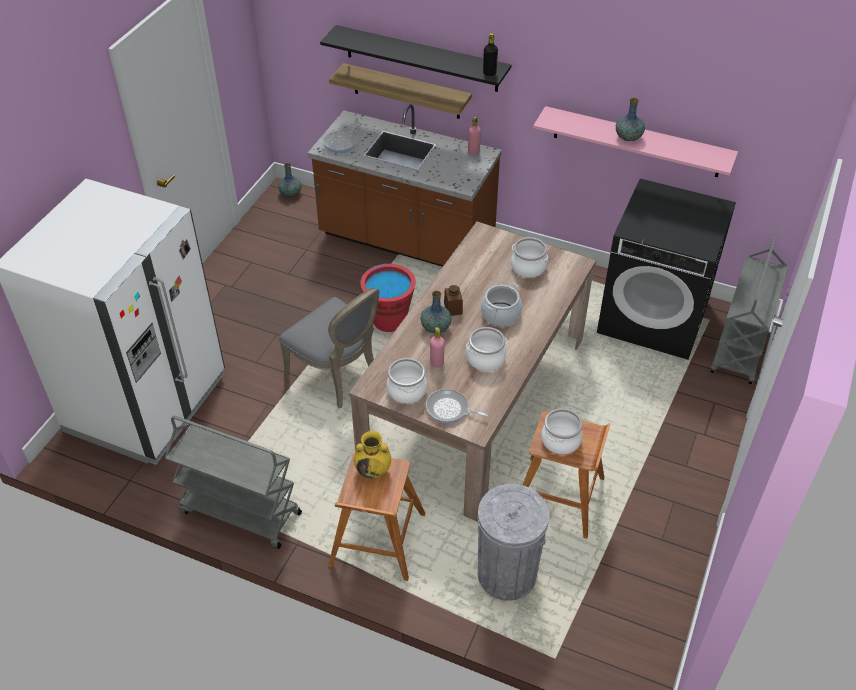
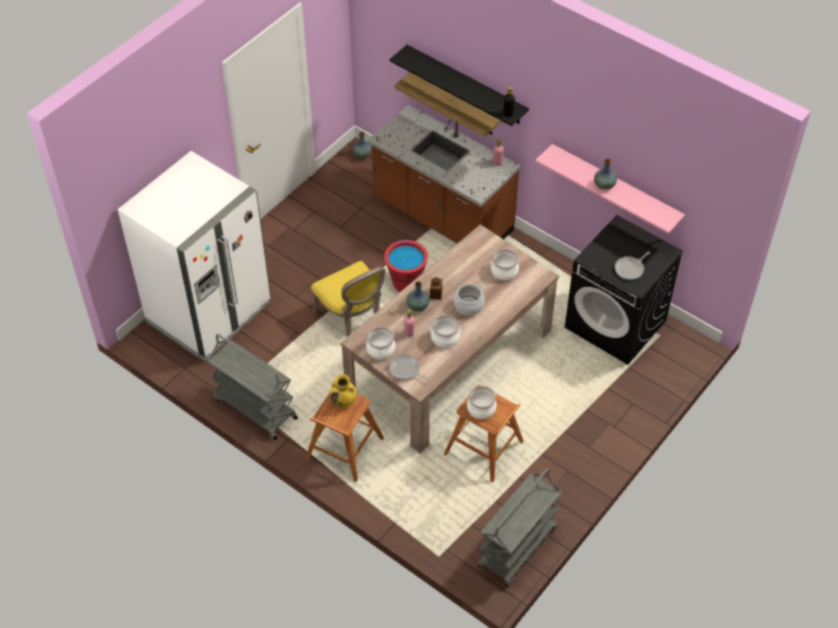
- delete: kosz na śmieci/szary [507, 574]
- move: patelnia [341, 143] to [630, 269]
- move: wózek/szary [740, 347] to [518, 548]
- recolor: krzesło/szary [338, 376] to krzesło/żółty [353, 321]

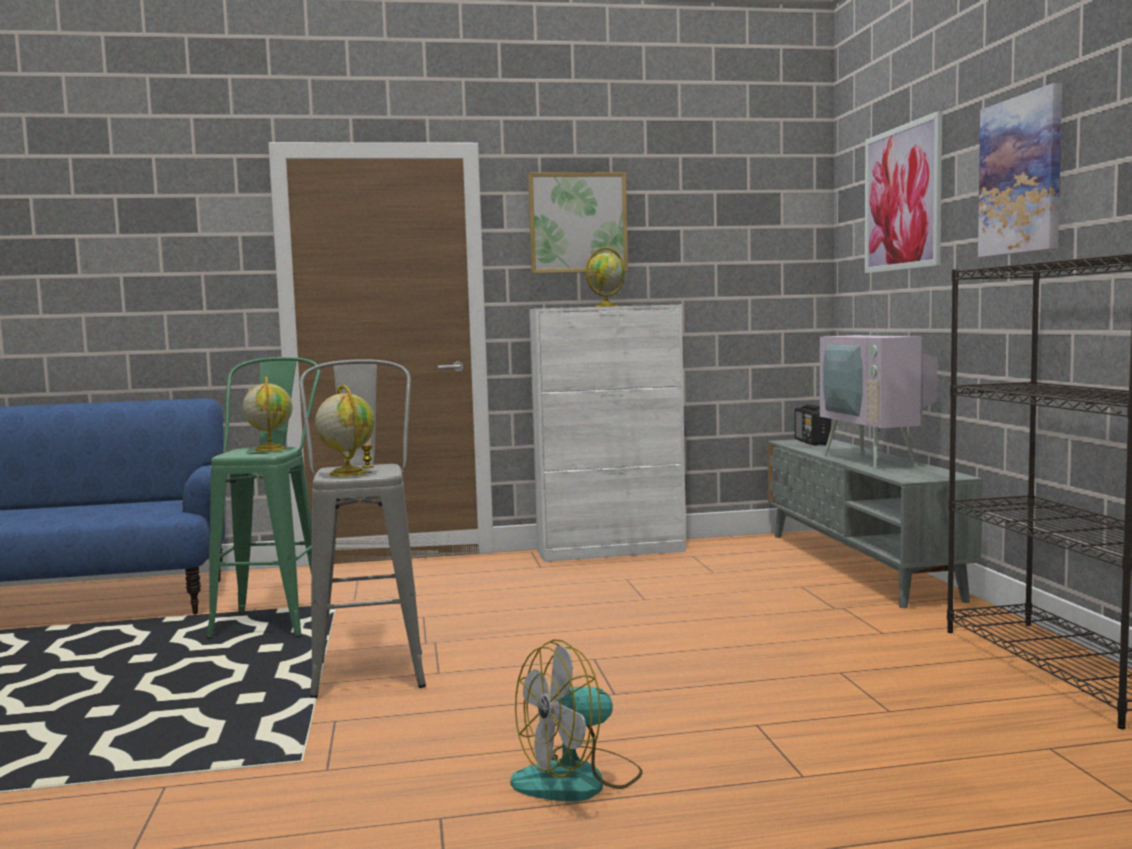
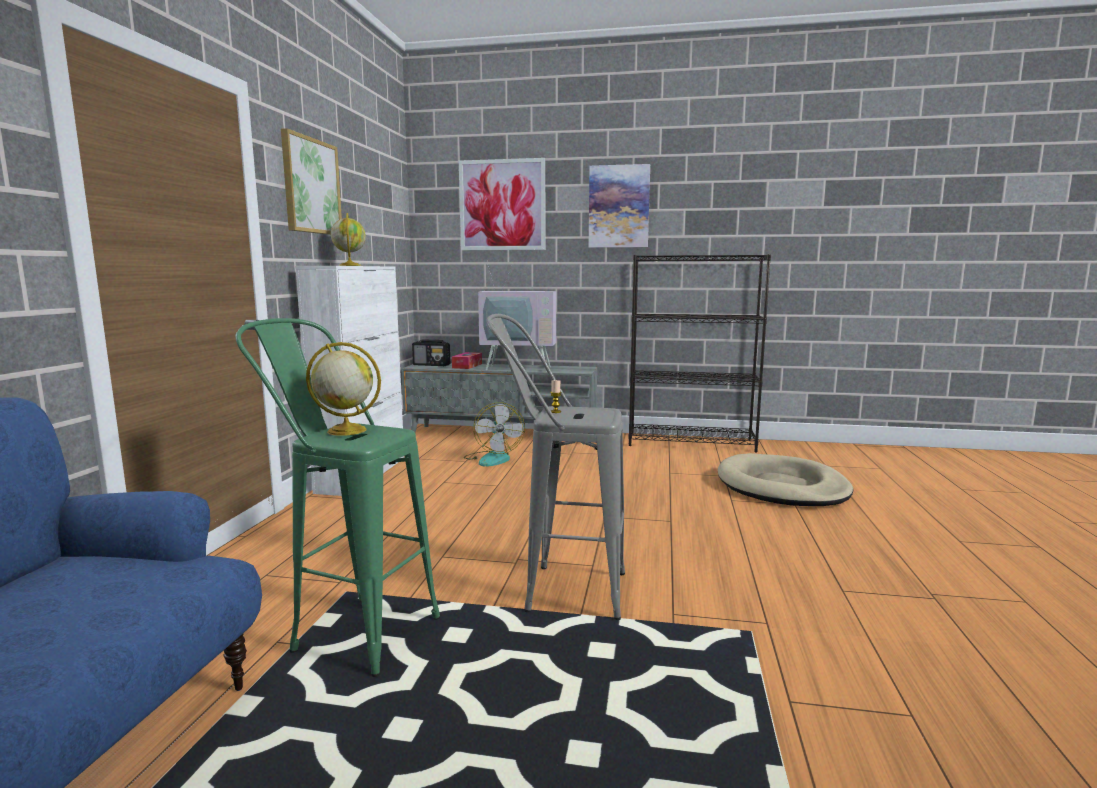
- delete: globus [347, 473]
- insert: pudełko chusteczek [467, 366]
- insert: legowisko/beżowy [781, 487]
- move: wentylator [578, 779] to [493, 458]

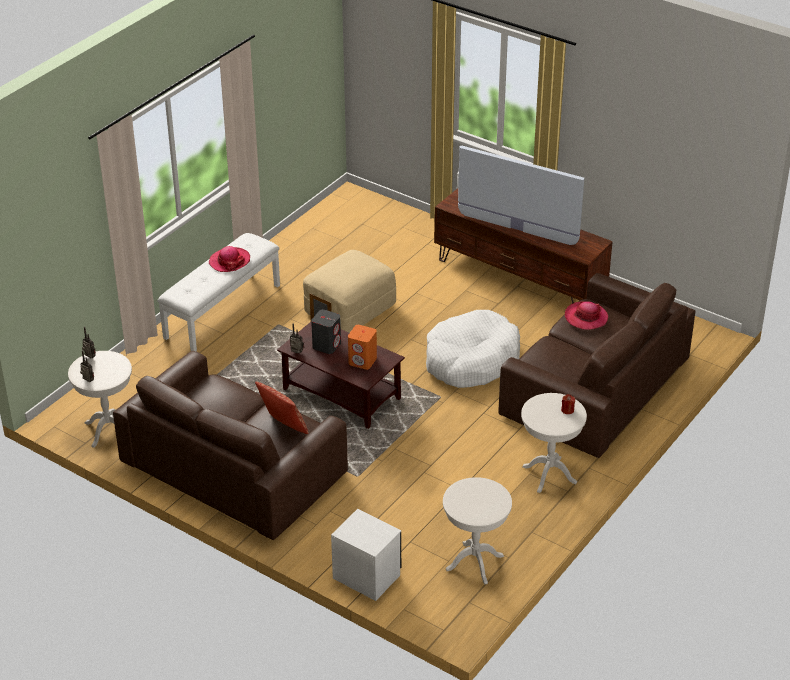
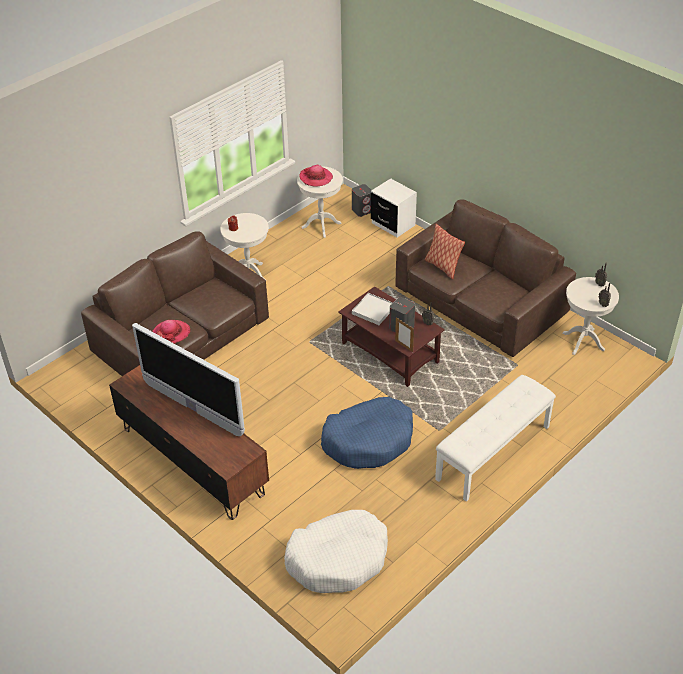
- insert: głośnik/szary [362, 210]
- move: kapelusz [229, 261] to [316, 178]
- move: legowisko/biały [471, 360] to [338, 558]
- replace: pufa/beżowy [350, 309] to legowisko/niebieski [368, 440]
- replace: głośnik/pomarańczowy [363, 361] to taca/biały [373, 310]

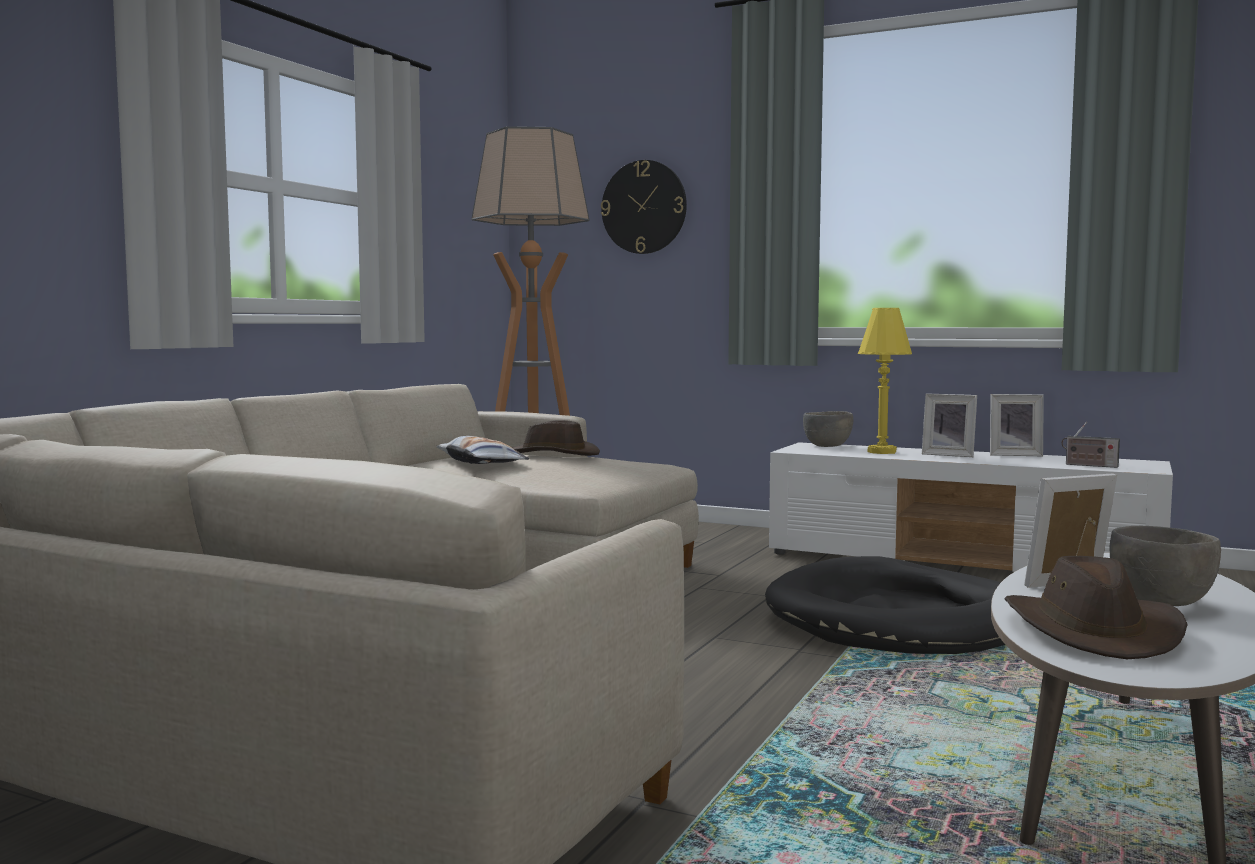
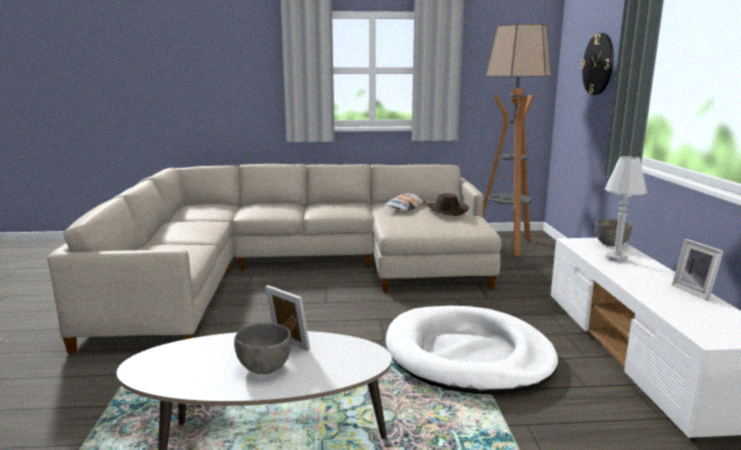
- delete: ramka na zdjęcie [949, 455]
- delete: kapelusz/brązowy [1094, 632]
- delete: radio [1088, 465]
- recolor: legowisko/czarny [902, 620] to legowisko/biały [468, 355]
- recolor: lampa stołowa/żółty [882, 452] to lampa stołowa/biały [616, 258]

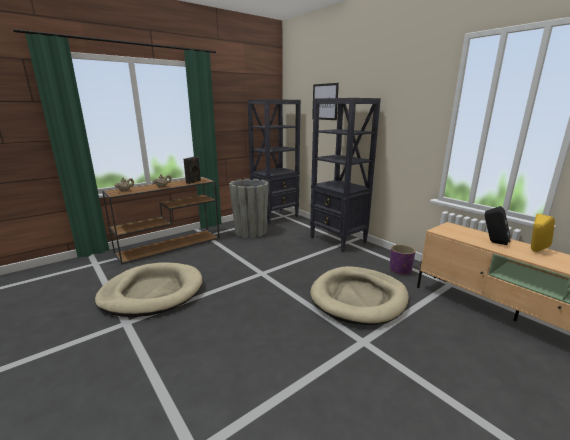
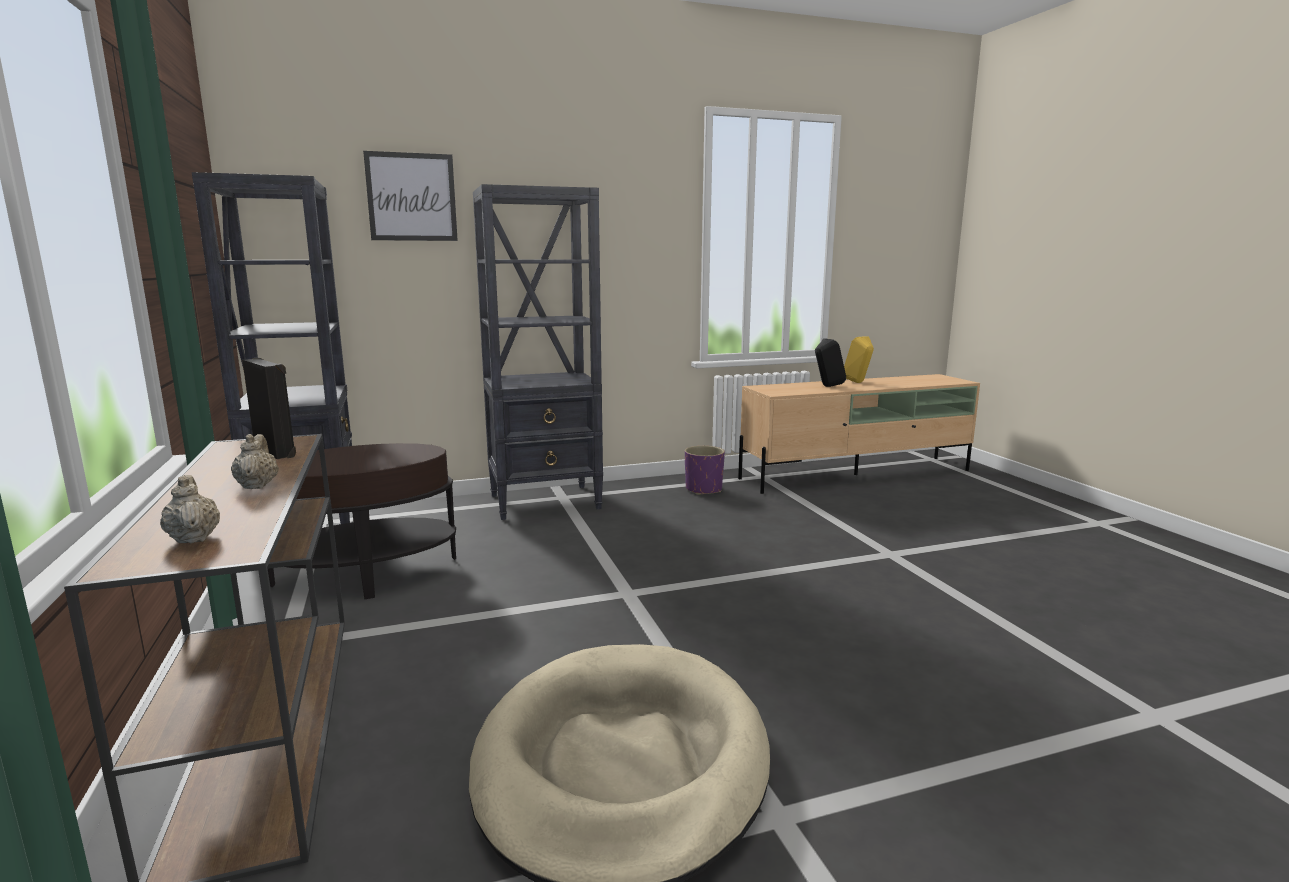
- delete: legowisko/beżowy [358, 298]
- replace: donica/szary [250, 232] to stolik/brązowy [367, 575]

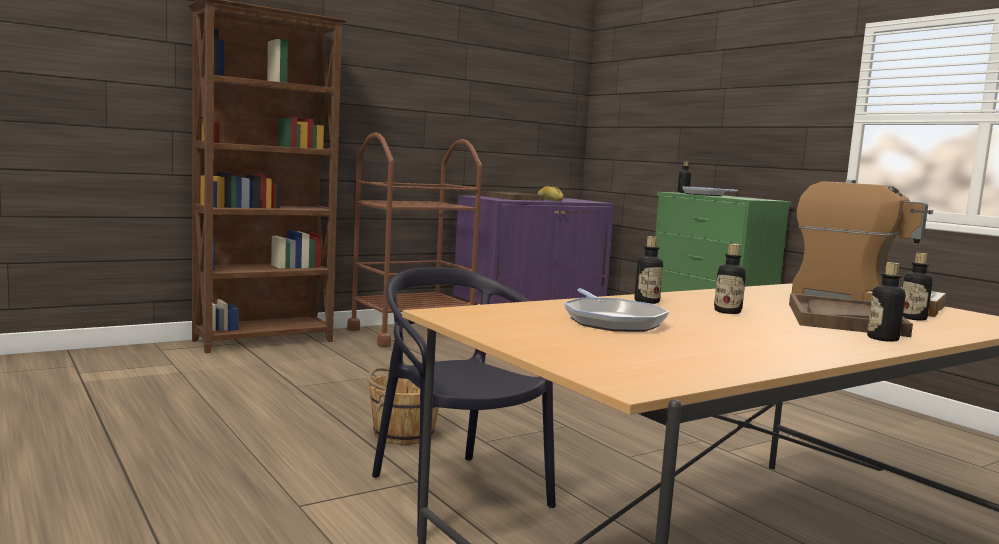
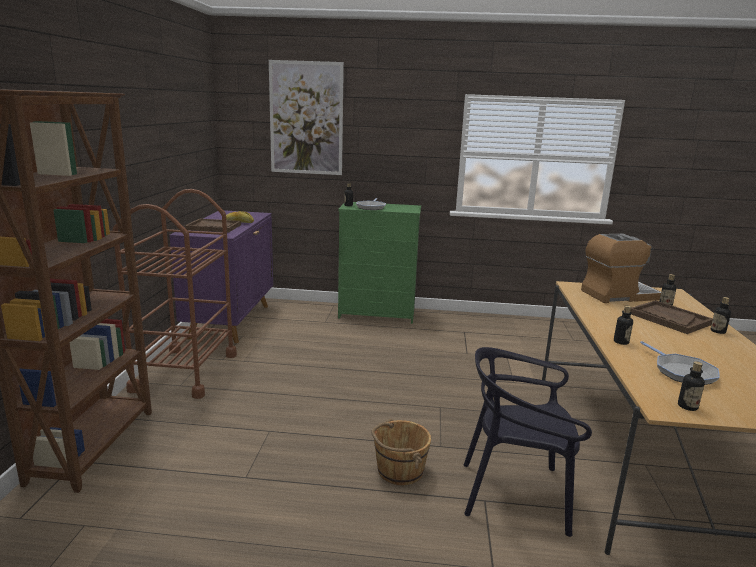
- insert: obraz [306, 118]
- move: butelka [727, 312] to [687, 406]
- rotate: patelnia [611, 321] = [682, 372] 45 degrees clockwise

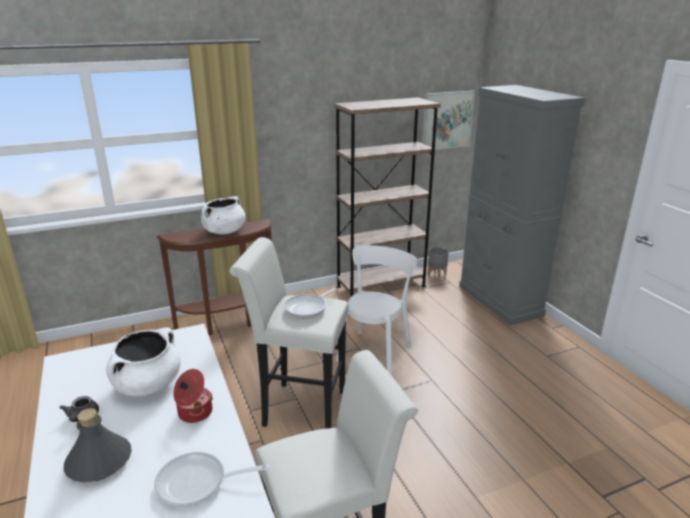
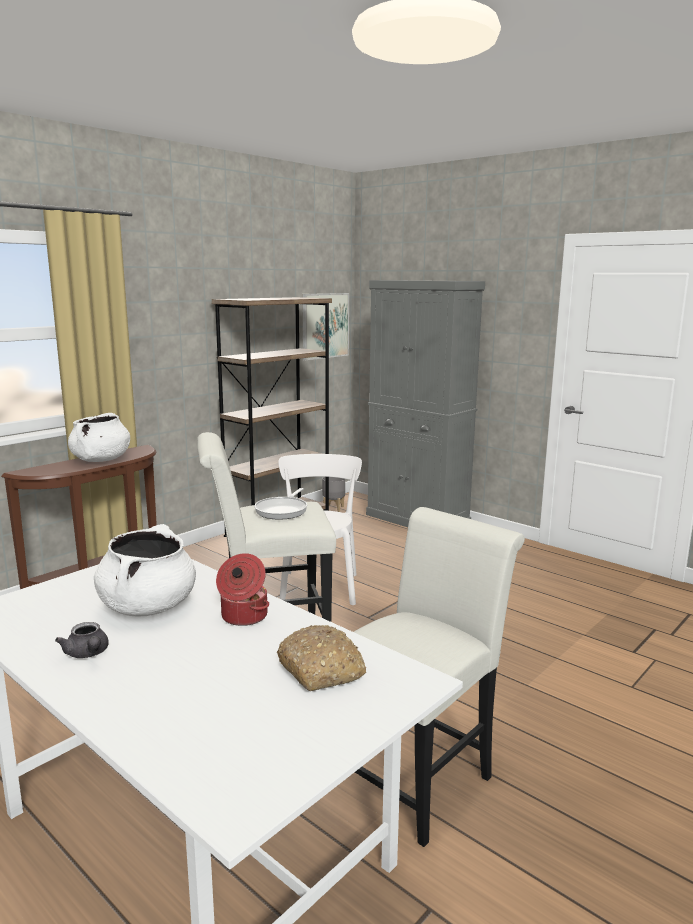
- delete: butelka/szary [99, 462]
- replace: patelnia [198, 483] to chleb [322, 669]

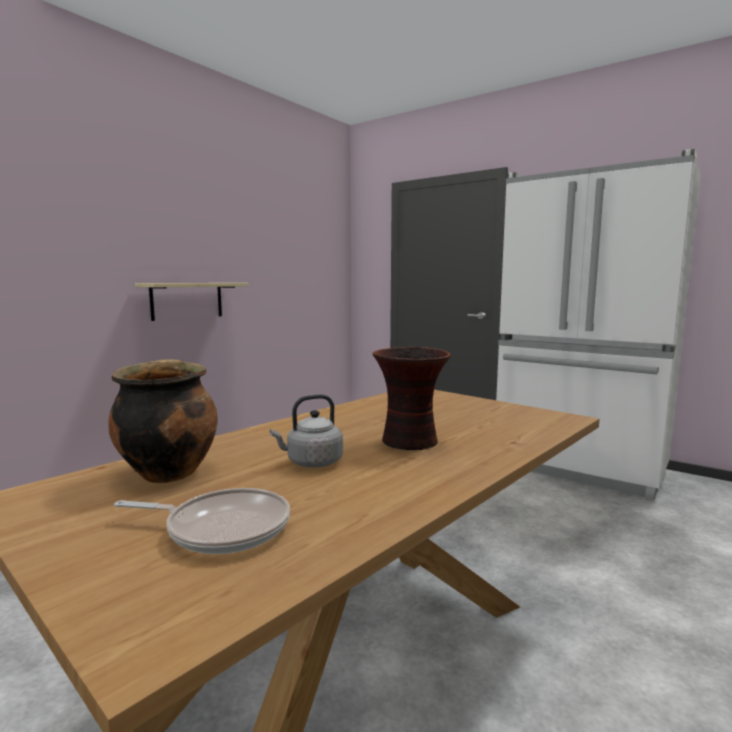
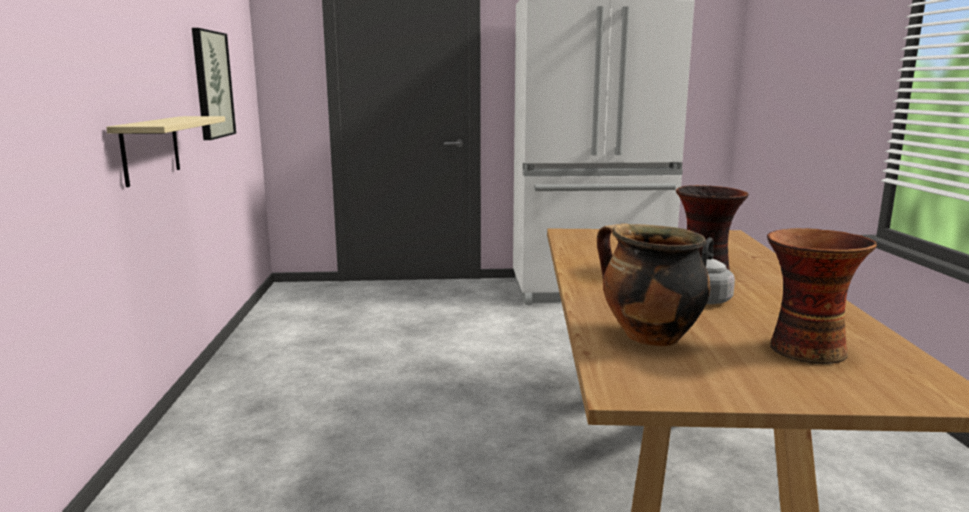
- insert: obraz [212, 84]
- replace: patelnia [222, 528] to wazon [804, 349]

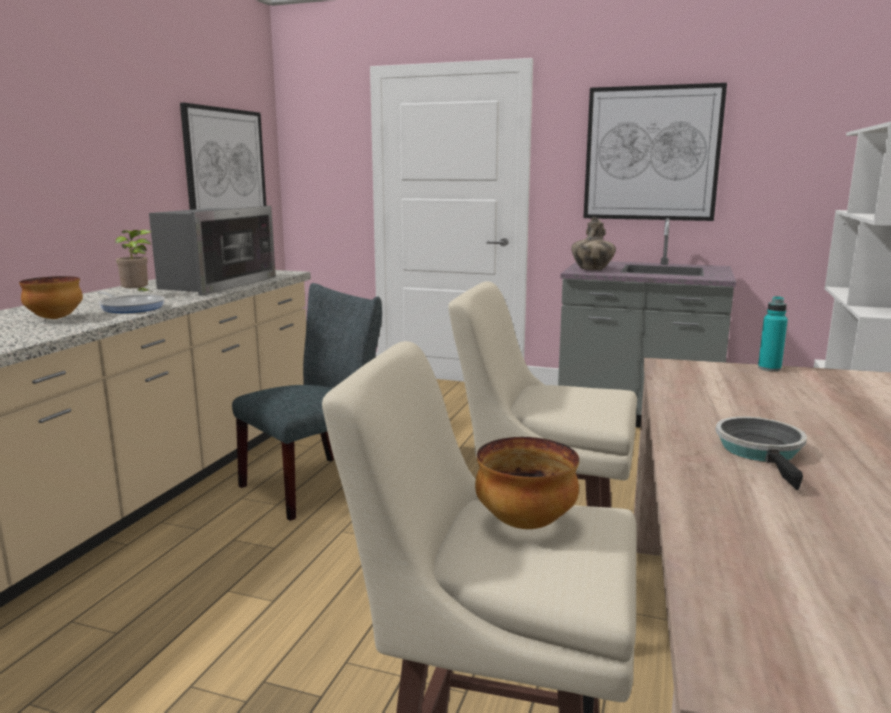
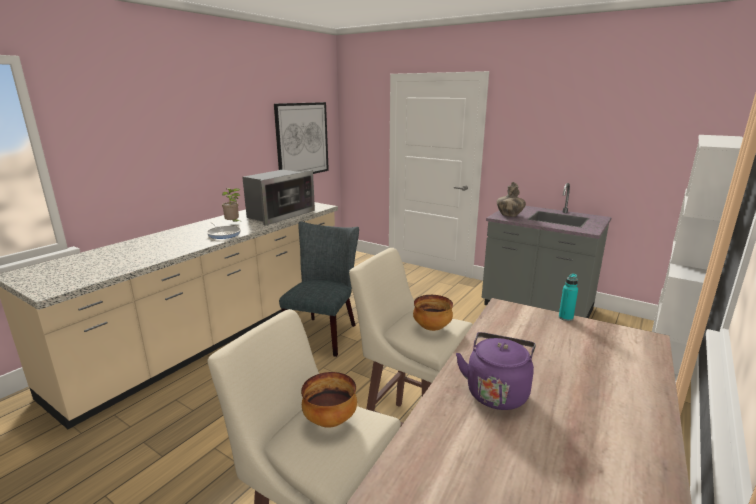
- delete: obraz [651, 154]
- move: miska [56, 318] to [432, 328]
- replace: patelnia [762, 452] to czajnik/fioletowy [496, 392]
- rotate: krzesło/szary [318, 483] = [324, 333] 45 degrees counterclockwise

